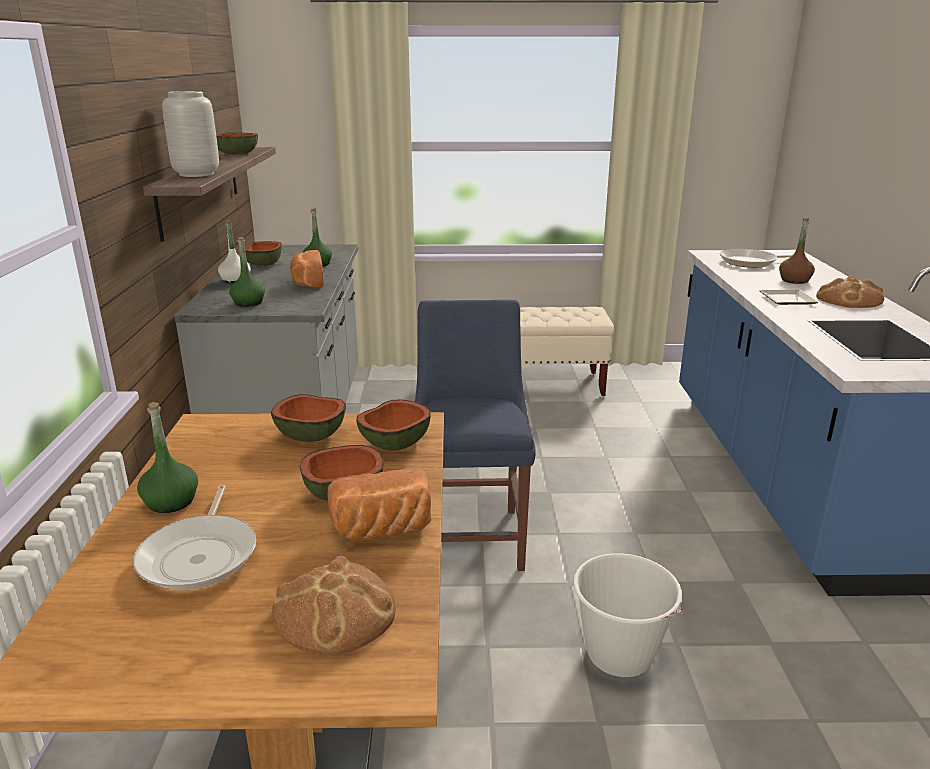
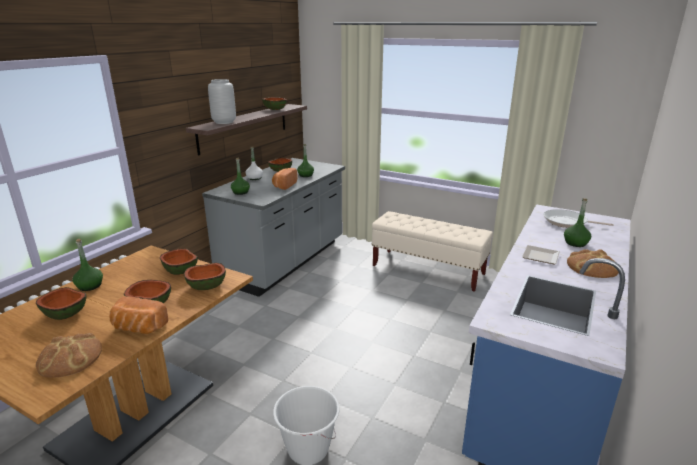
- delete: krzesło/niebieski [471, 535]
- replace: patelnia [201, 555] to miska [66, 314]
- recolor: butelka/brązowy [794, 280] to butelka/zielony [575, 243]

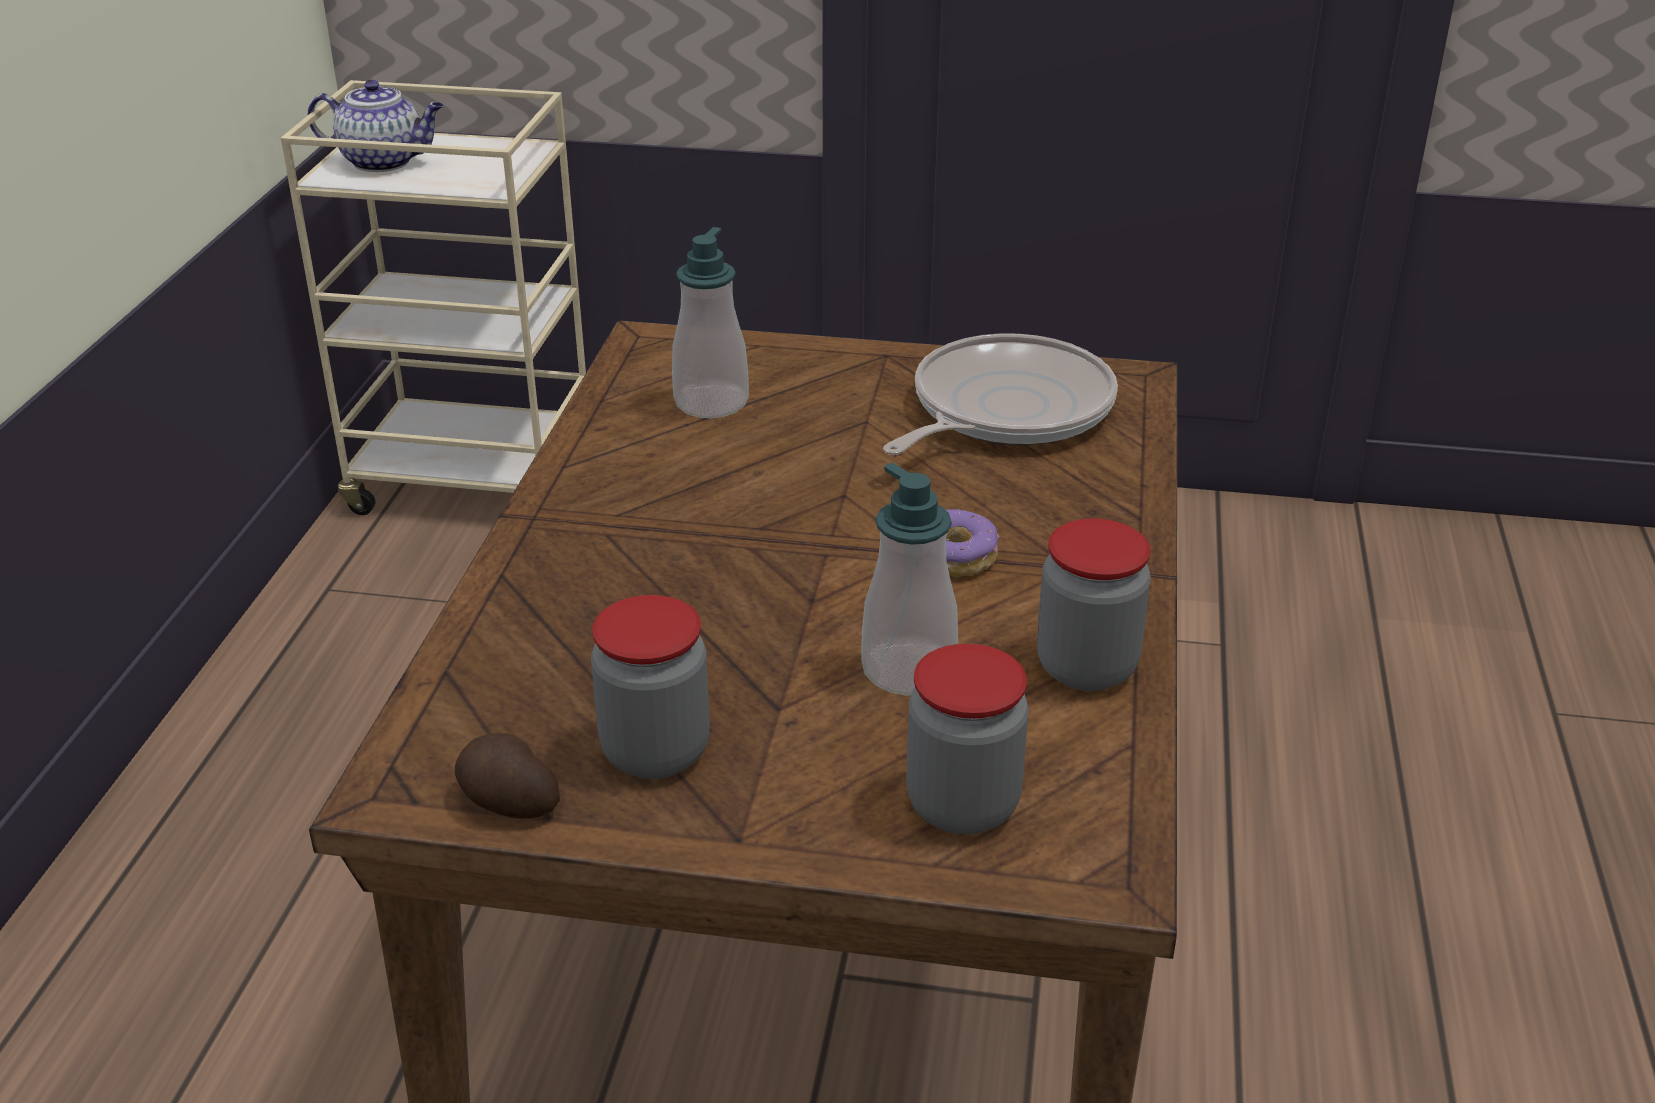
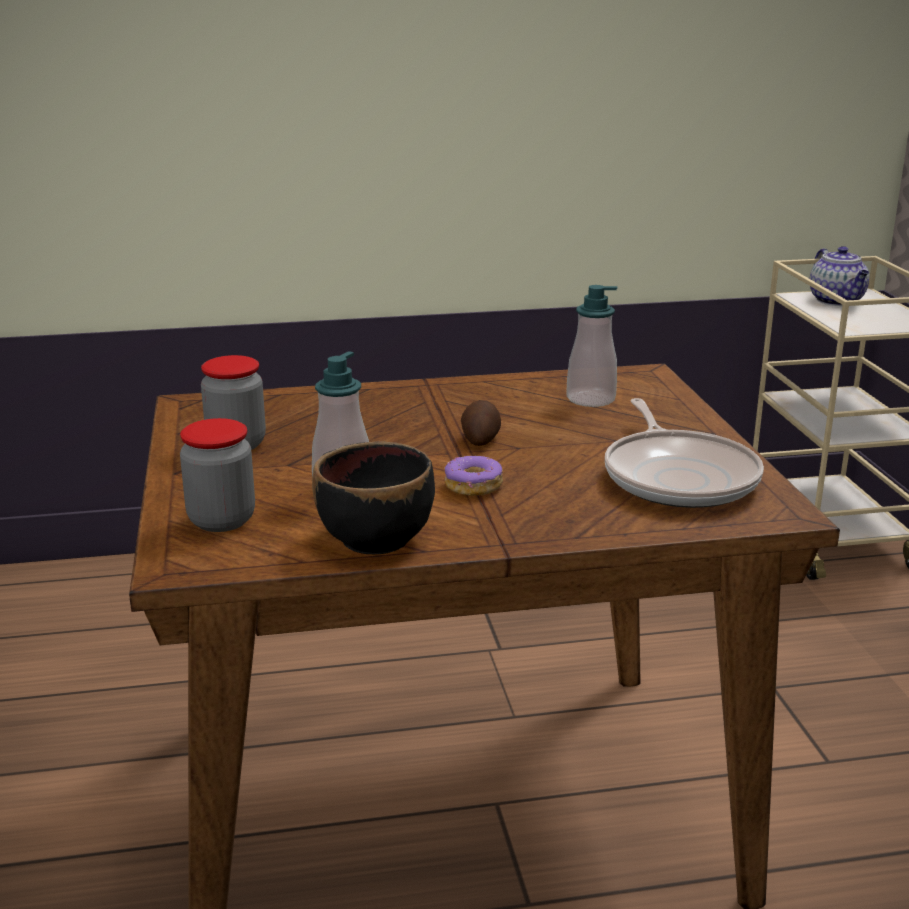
- move: ziemniak [507, 803] to [480, 439]
- replace: słoik [1086, 667] to miska/czarny [376, 538]
- rotate: patelnia [1004, 411] = [678, 477] 60 degrees clockwise

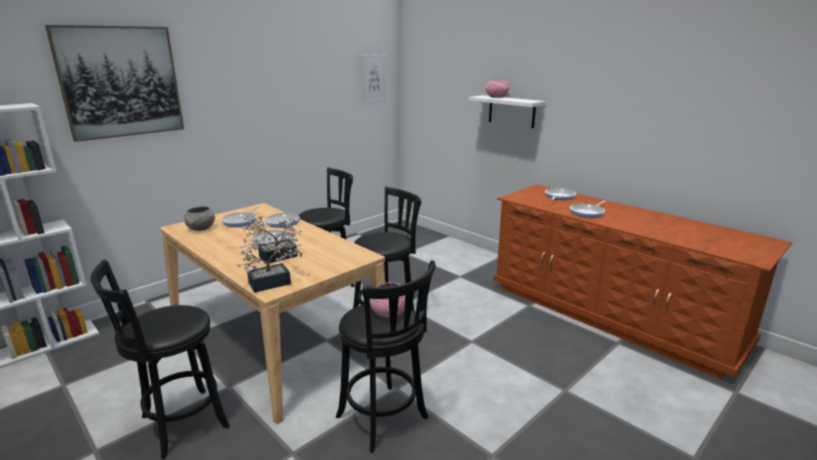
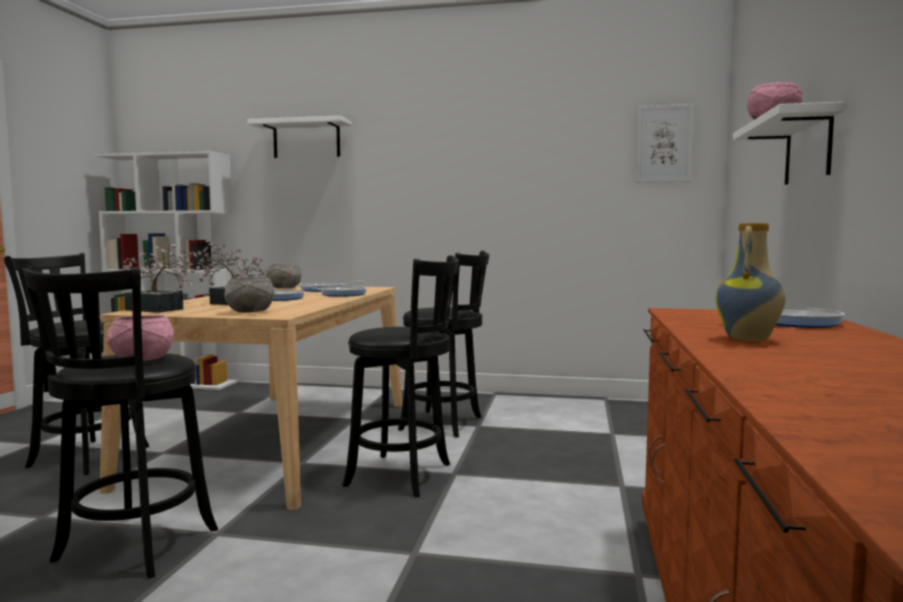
- insert: miska/szary [249, 312]
- replace: obraz [121, 82] to półka/biały [306, 140]
- replace: patelnia [588, 212] to wazon [749, 339]

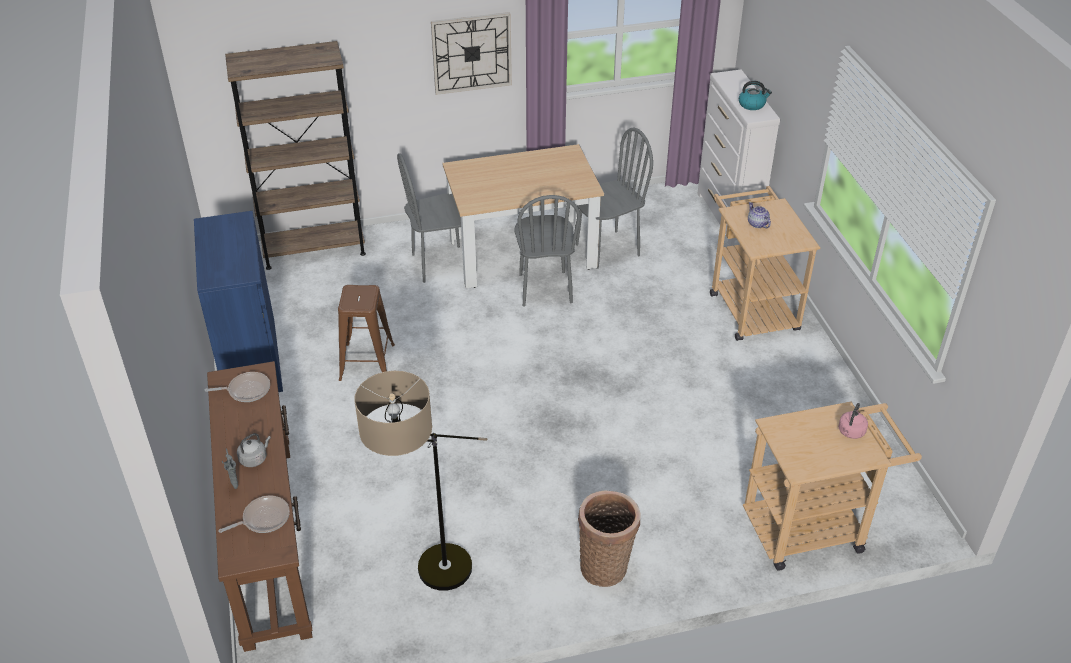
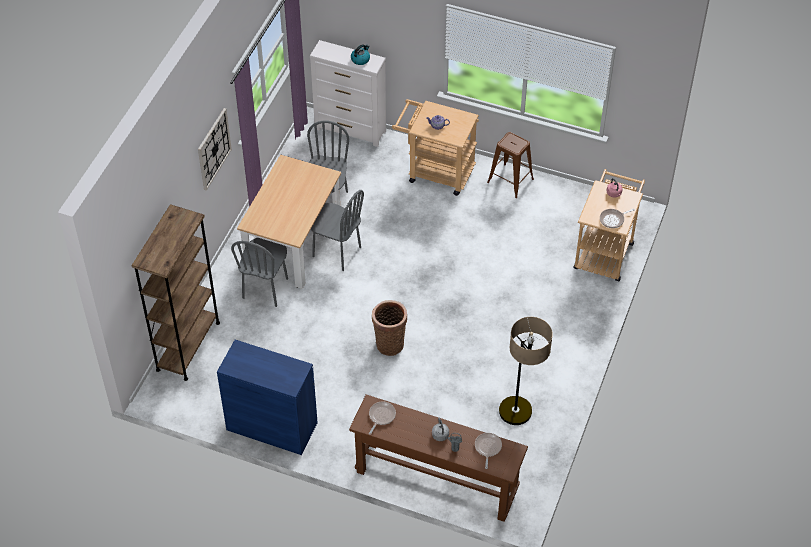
- insert: patelnia [613, 219]
- move: stołek/brązowy [367, 362] to [510, 181]
- move: koszyk [606, 566] to [389, 343]

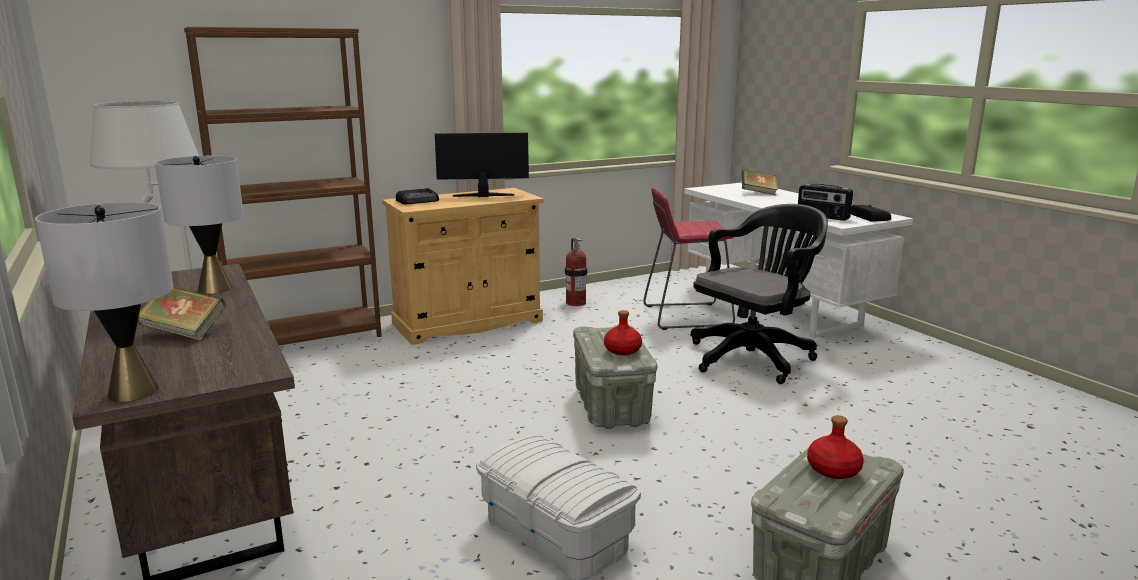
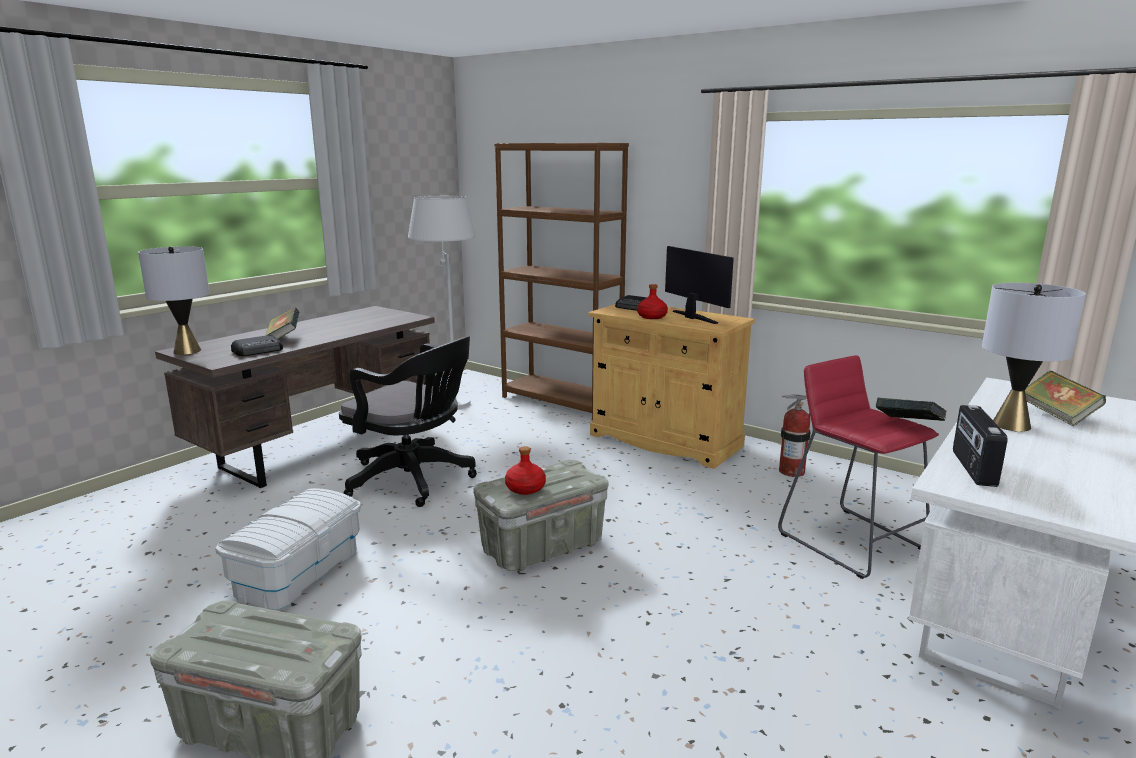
- insert: książka [908, 426]
- move: lampa stołowa/szary [215, 289] to [1011, 425]
- move: krzesło biurowe/czarny [754, 357] to [415, 480]
- move: butelka/czerwony [833, 470] to [651, 317]
- move: radio [869, 217] to [258, 351]

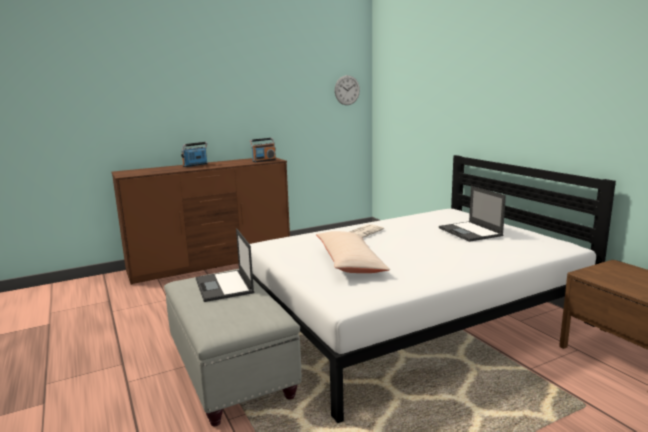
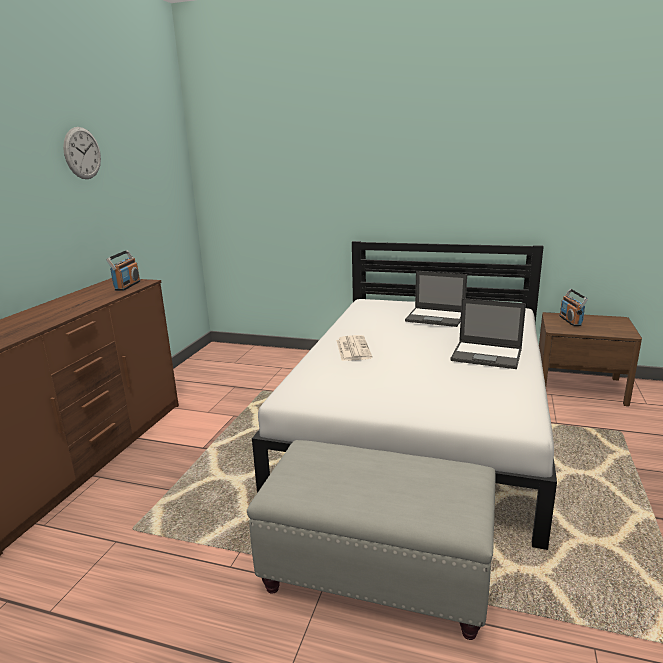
- delete: poduszka/beżowy [350, 262]
- move: radio [195, 165] to [570, 321]
- move: laptop [224, 286] to [487, 355]
- move: zegar ścienny [347, 90] to [82, 153]

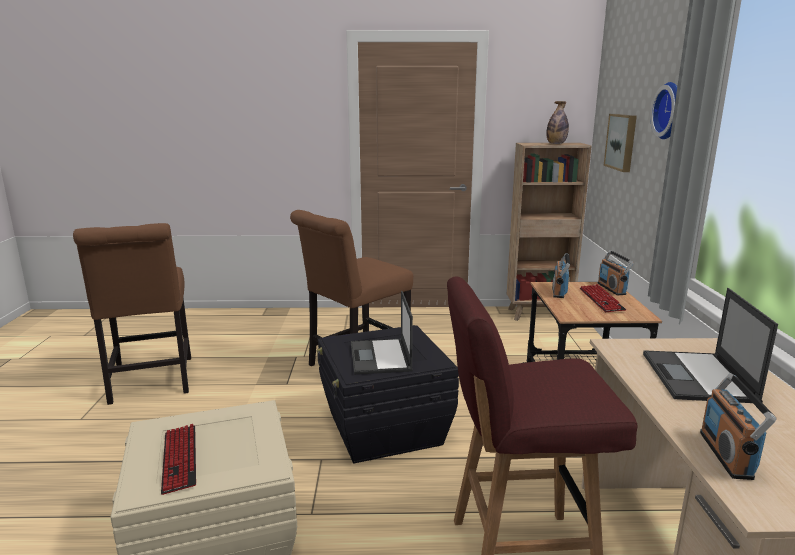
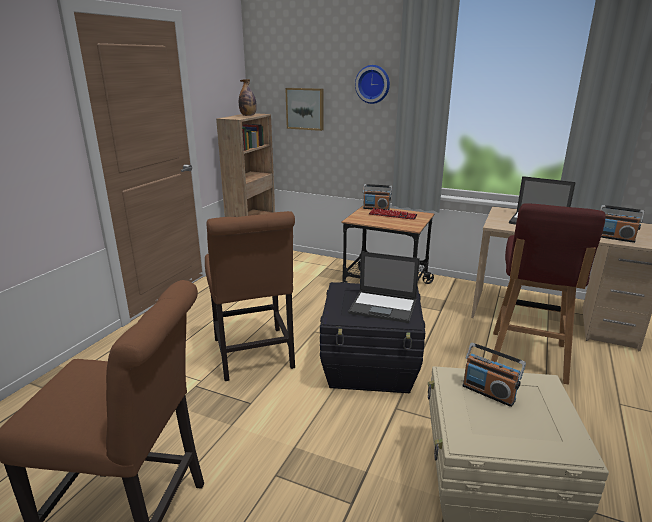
- delete: klawiatura [179, 459]
- move: radio [559, 291] to [488, 392]

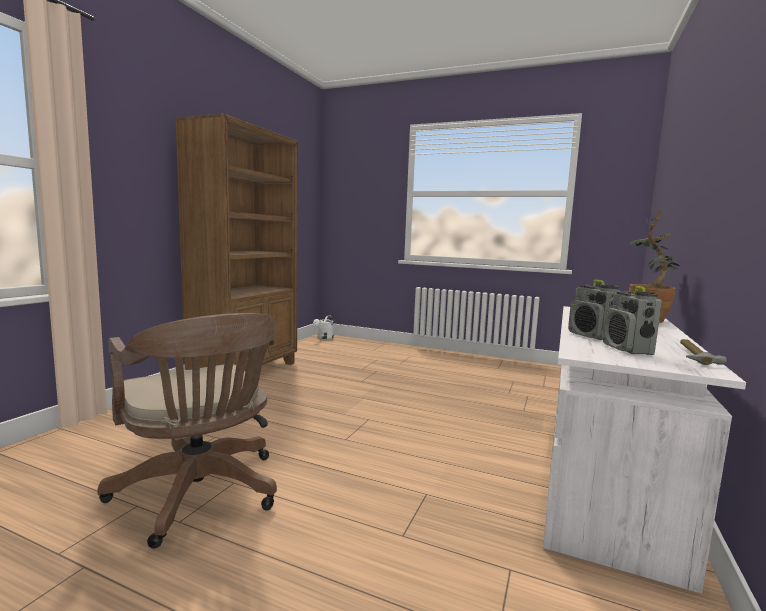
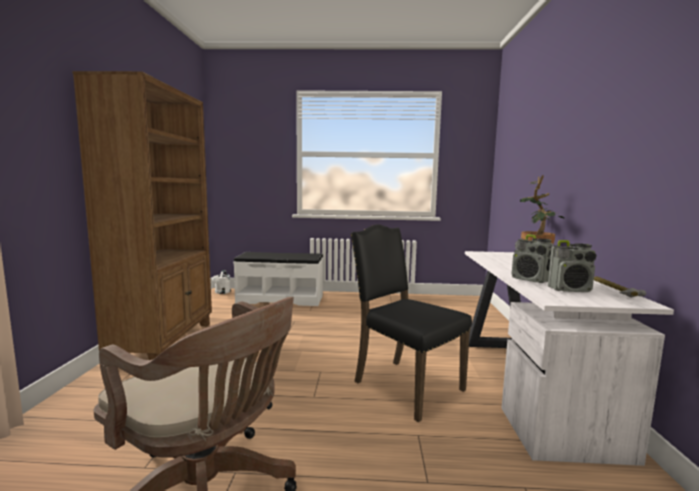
- insert: ławka/biały [280, 299]
- insert: krzesło/czarny [405, 385]
- rotate: radio [627, 349] = [570, 290] 60 degrees counterclockwise

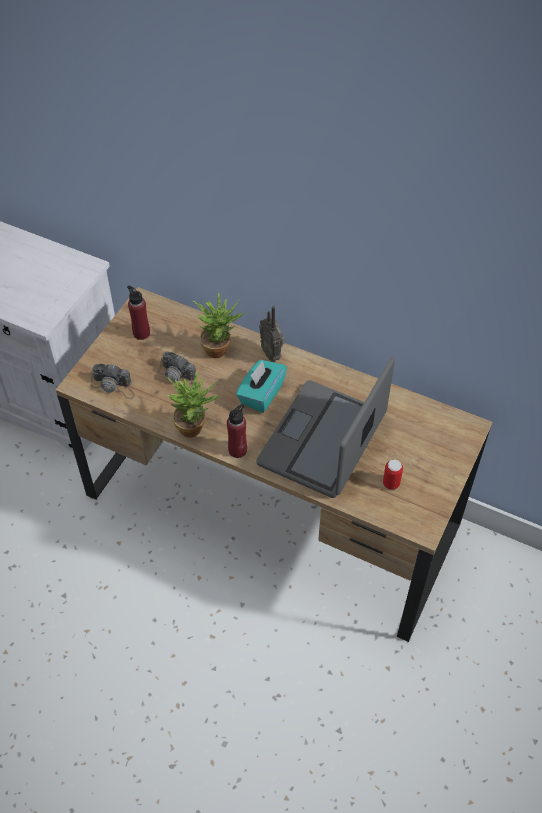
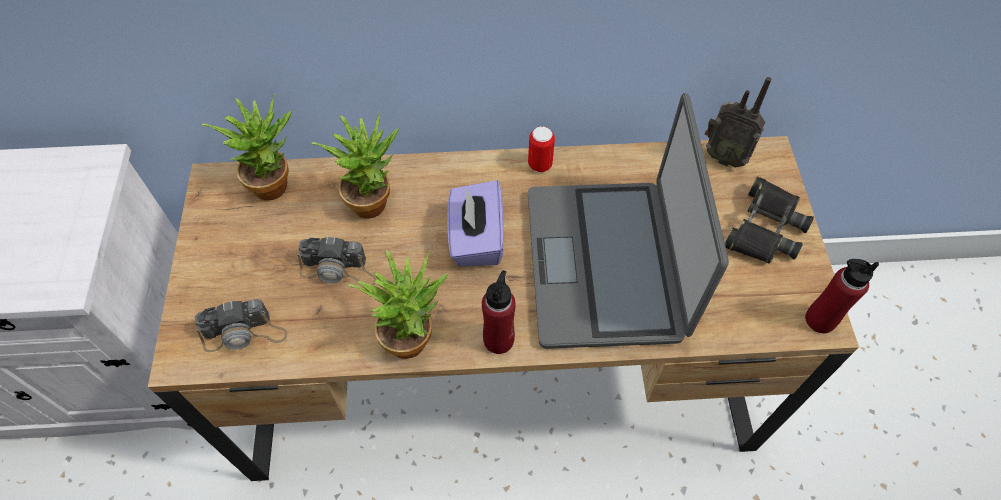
- insert: roślina doniczkowa [274, 181]
- insert: lornetka/czarny [764, 228]
- move: butelka/czerwony [141, 333] to [820, 319]
- move: radio [272, 354] to [723, 156]
- move: puszka [391, 483] to [540, 164]
- recolor: pudełko chusteczek/turkusowy [261, 394] to pudełko chusteczek/fioletowy [476, 239]

